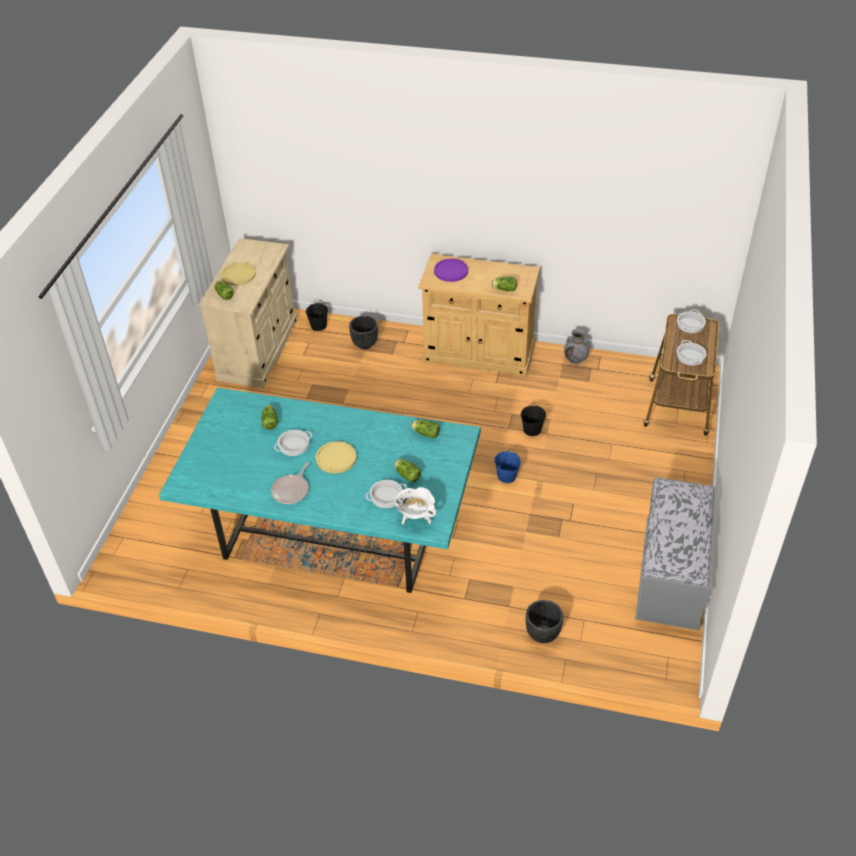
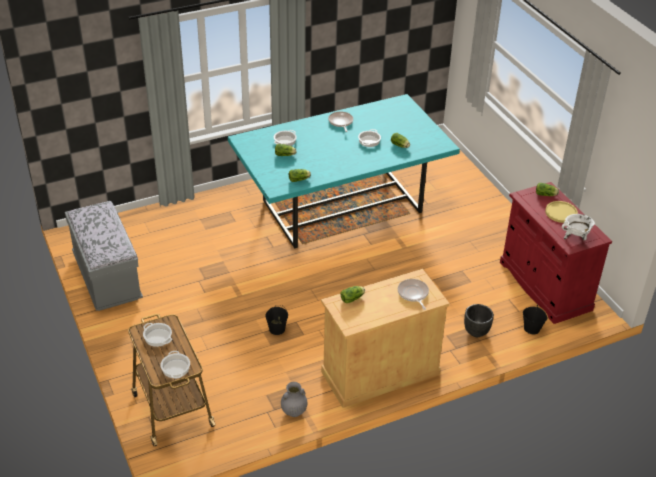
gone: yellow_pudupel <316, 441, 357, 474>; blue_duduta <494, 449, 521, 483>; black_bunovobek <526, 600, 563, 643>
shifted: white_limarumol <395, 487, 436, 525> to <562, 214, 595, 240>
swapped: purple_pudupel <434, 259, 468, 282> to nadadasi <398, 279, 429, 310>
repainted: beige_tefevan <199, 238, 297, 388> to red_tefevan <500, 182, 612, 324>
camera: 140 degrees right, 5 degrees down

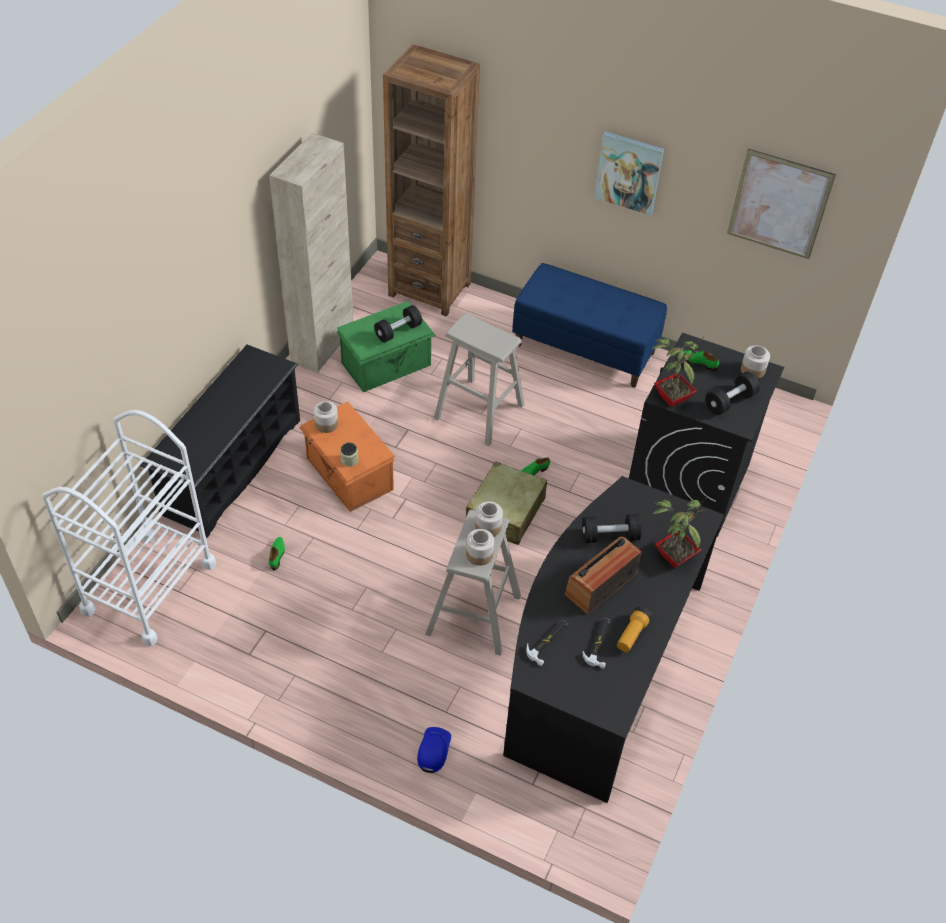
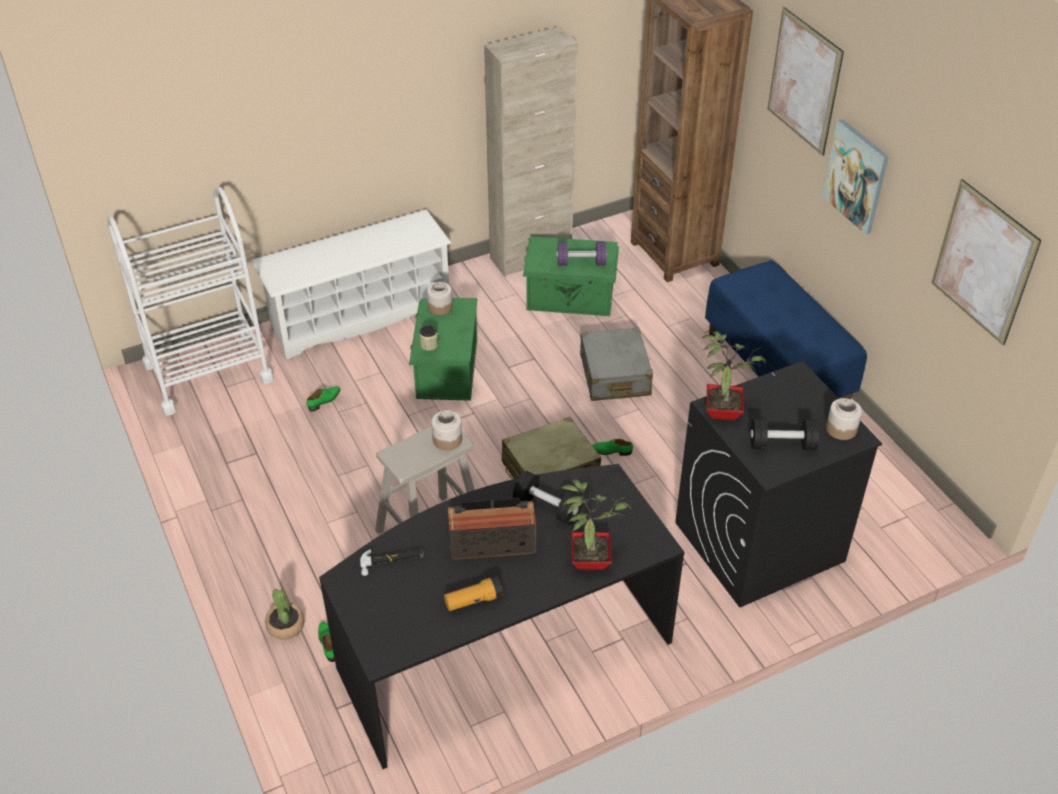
gone: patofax <466, 529, 494, 566>; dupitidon <582, 618, 610, 669>
new: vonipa <768, 7, 844, 156>
shifted: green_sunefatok <683, 350, 719, 371> to <318, 622, 335, 662>
swapped: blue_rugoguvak <417, 727, 451, 773> to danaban <265, 589, 304, 640>; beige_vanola <434, 313, 525, 446> to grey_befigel <580, 327, 653, 401>
repainted: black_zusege <140, 345, 300, 538> to white_zusege <251, 209, 451, 359>; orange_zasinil <299, 401, 395, 512> to green_zasinil <409, 298, 477, 401>; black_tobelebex <374, 305, 422, 343> to purple_tobelebex <557, 242, 607, 266>
camera: 40 degrees right, 5 degrees down

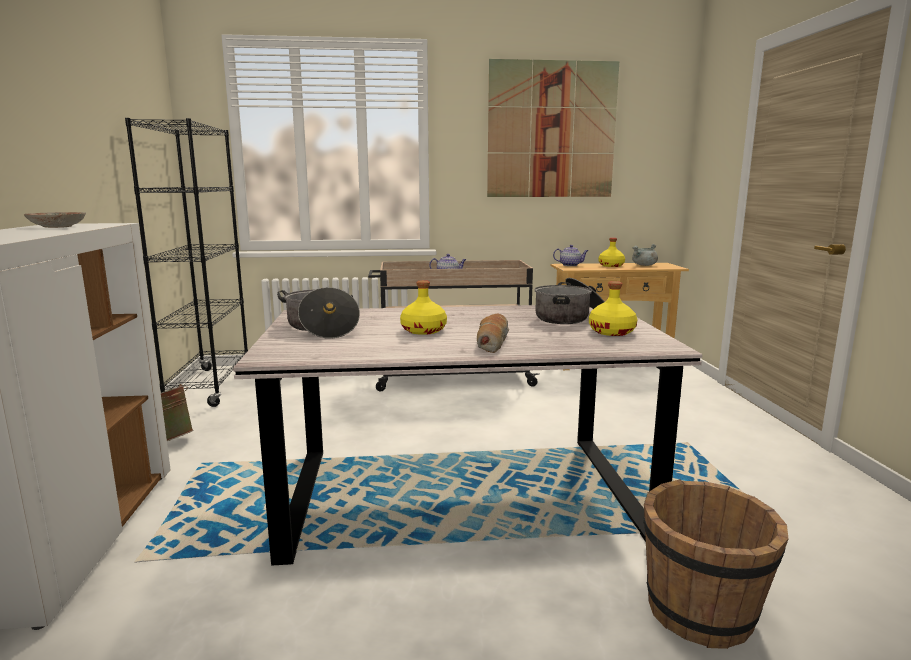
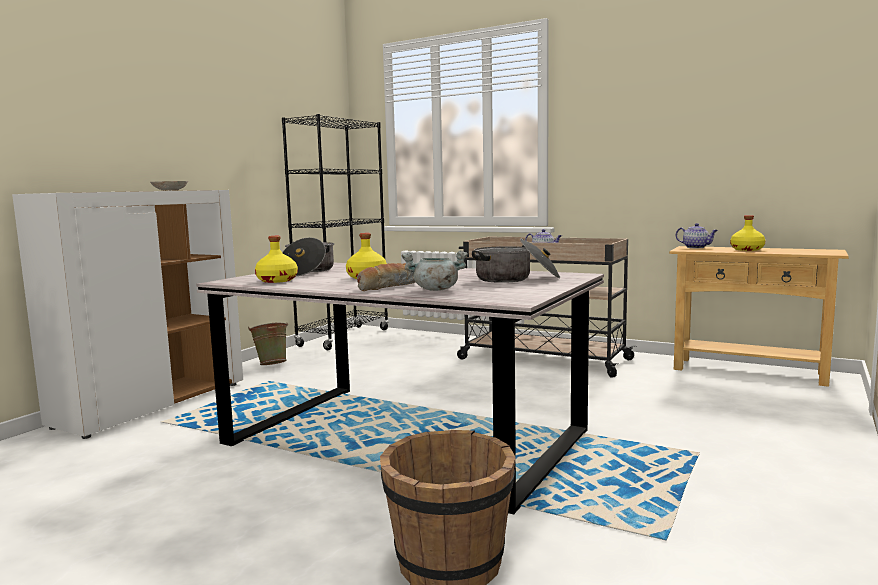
gone: vonipa <487, 59, 619, 197>
shifted: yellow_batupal <589, 281, 637, 336> to <255, 236, 298, 283>; grey_limarumol <632, 244, 658, 266> to <402, 251, 468, 291>
camera: 35 degrees right, 5 degrees down

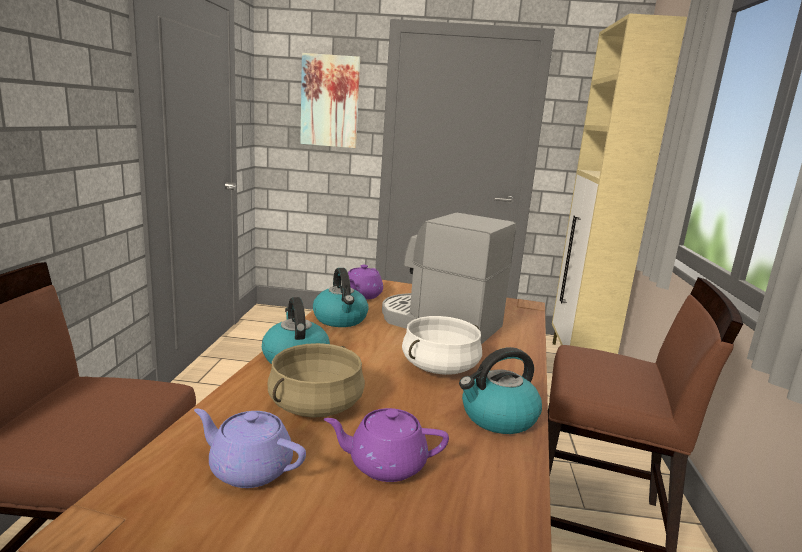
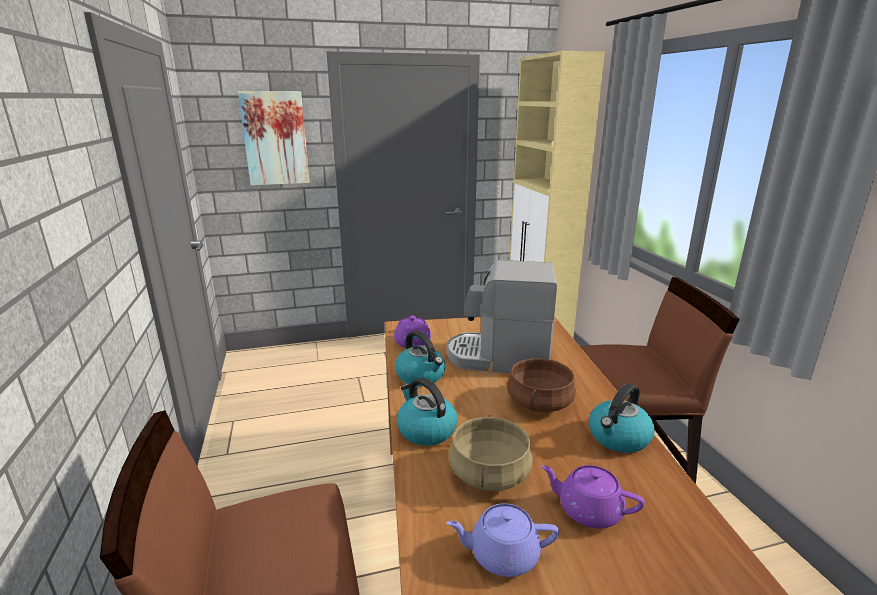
repainted: white_limarumol <402, 316, 482, 375> to brown_limarumol <507, 358, 576, 412>
rotated: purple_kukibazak <324, 408, 449, 482> = <541, 465, 644, 528> 45 degrees clockwise
camera: 20 degrees left, 5 degrees up

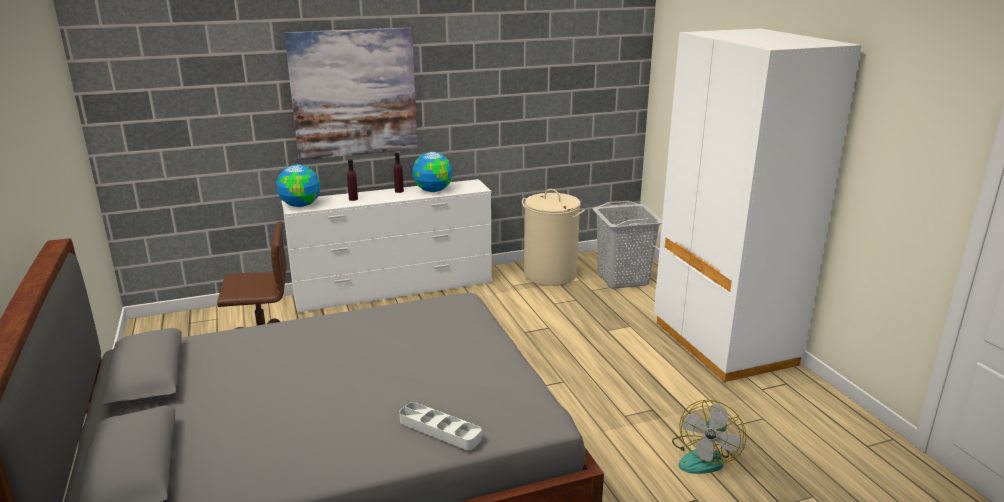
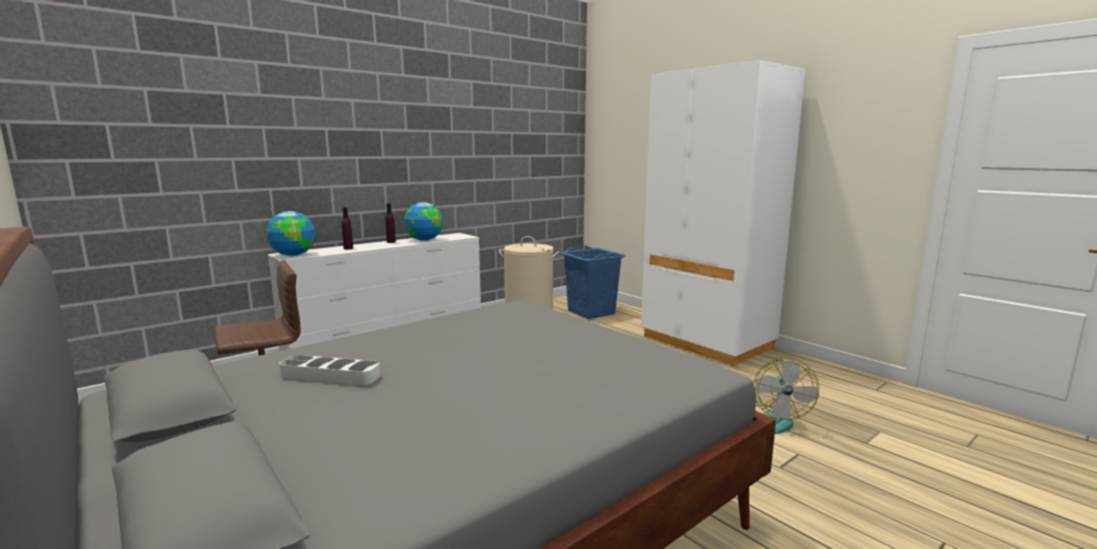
gone: vonipa <284, 27, 418, 160>
shifted: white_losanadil <399, 402, 482, 450> to <279, 355, 380, 385>
repainted: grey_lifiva <592, 201, 662, 289> to blue_lifiva <560, 246, 625, 319>
camera: 20 degrees left, 10 degrees down

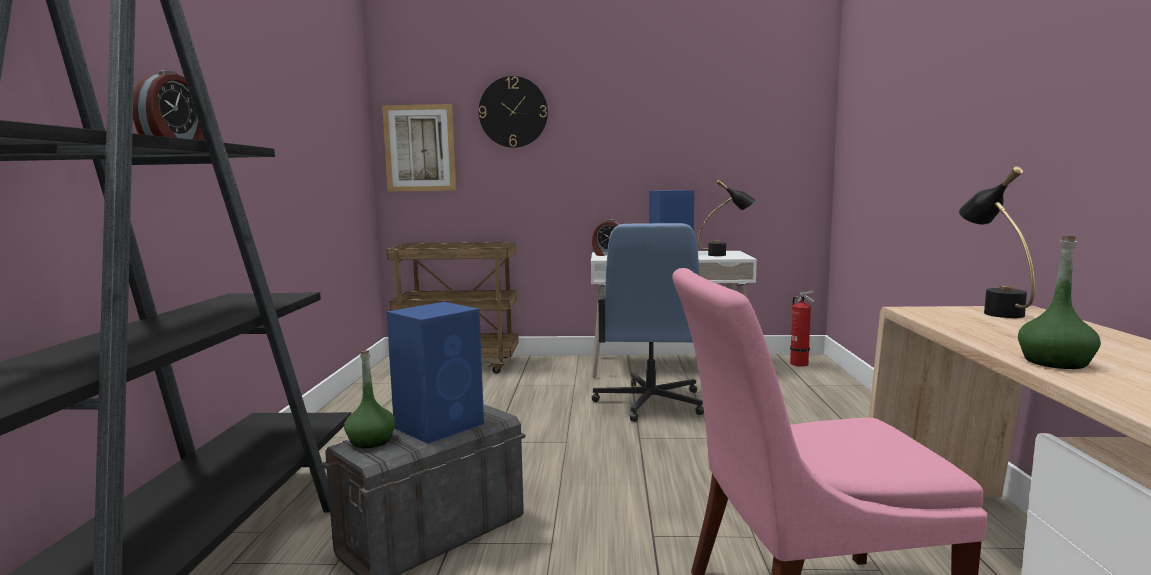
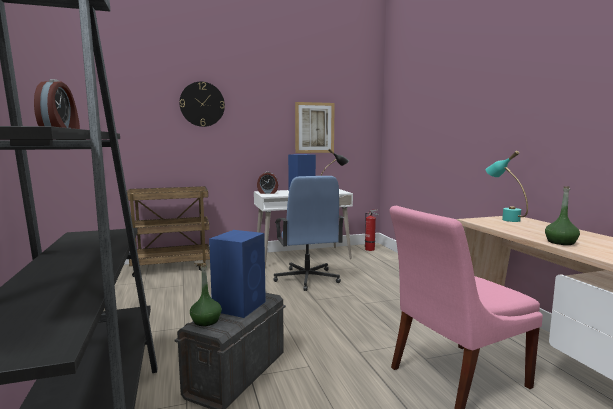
shifted: vonipa <382, 104, 456, 192> to <295, 102, 335, 153>
repainted: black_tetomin <959, 166, 1035, 318> to turquoise_tetomin <486, 151, 528, 222>
camera: 20 degrees left, 0 degrees up

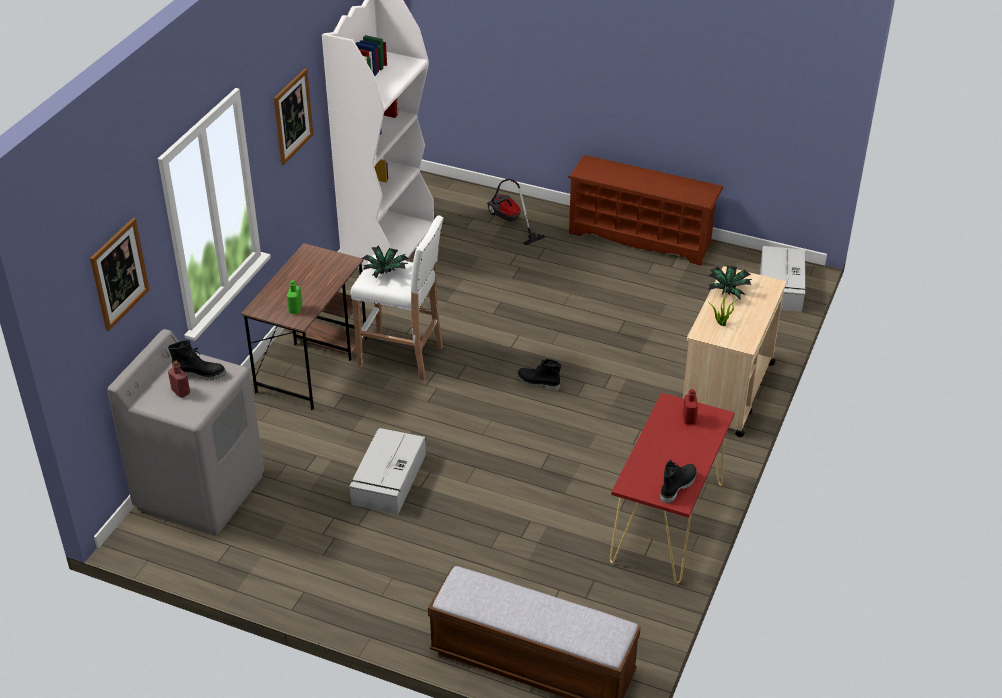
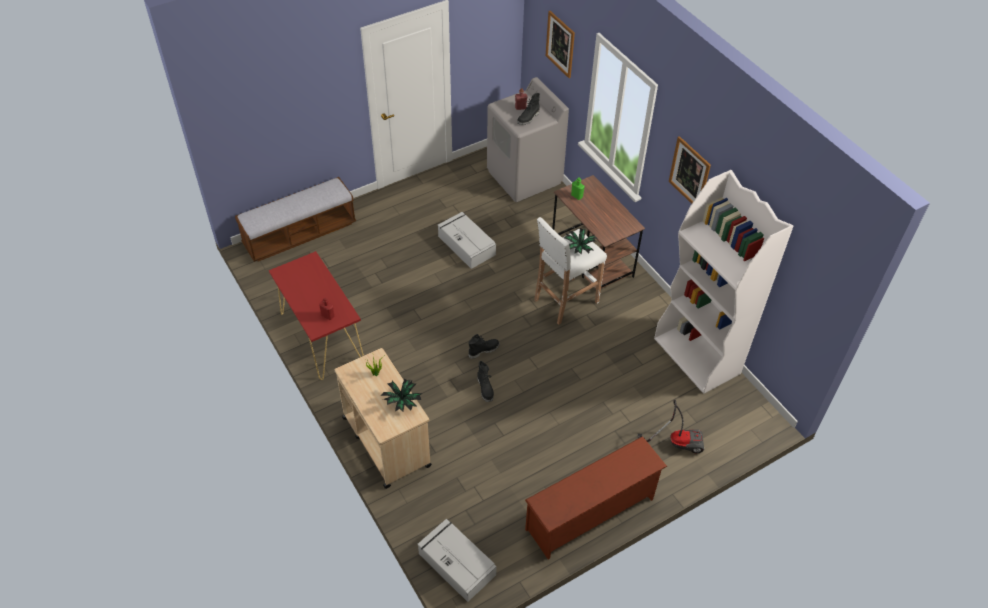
shifted: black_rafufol <660, 459, 697, 504> to <477, 361, 494, 402>
camera: 125 degrees right, 10 degrees up

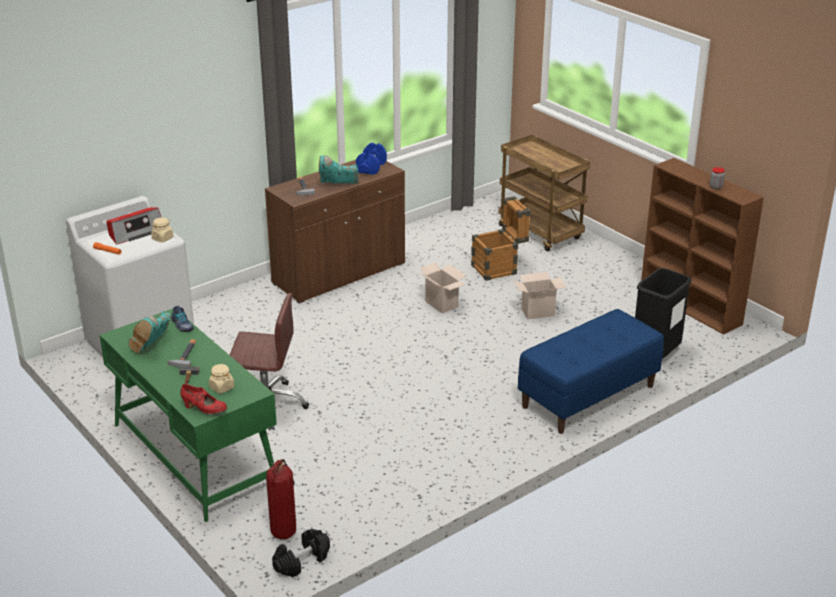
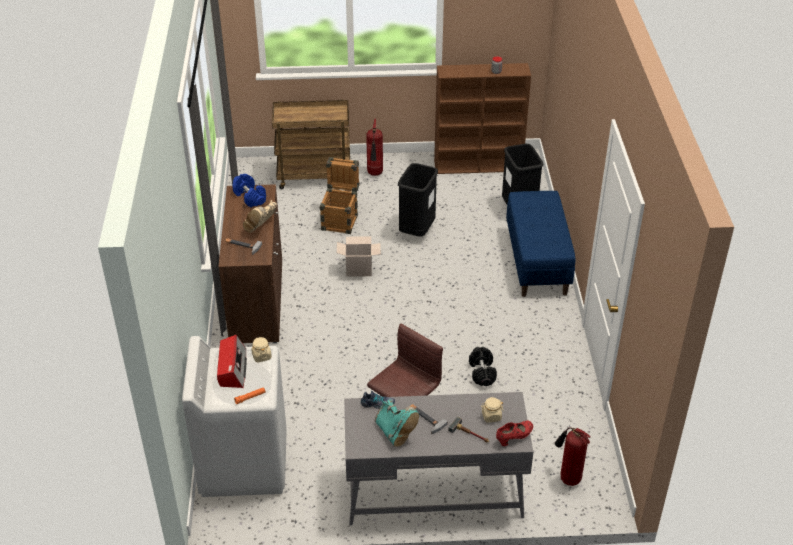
new: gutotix <366, 119, 383, 176>
shifted: black_tobelebex <272, 529, 330, 577> to <469, 347, 497, 386>
swapped: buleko <513, 272, 567, 319> to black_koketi <398, 163, 438, 237>
repainted: turquoise_rafufol <319, 156, 359, 183> to beige_rafufol <243, 200, 277, 233>; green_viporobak <100, 309, 277, 522> to grey_viporobak <344, 392, 533, 526>
camera: 55 degrees left, 10 degrees up

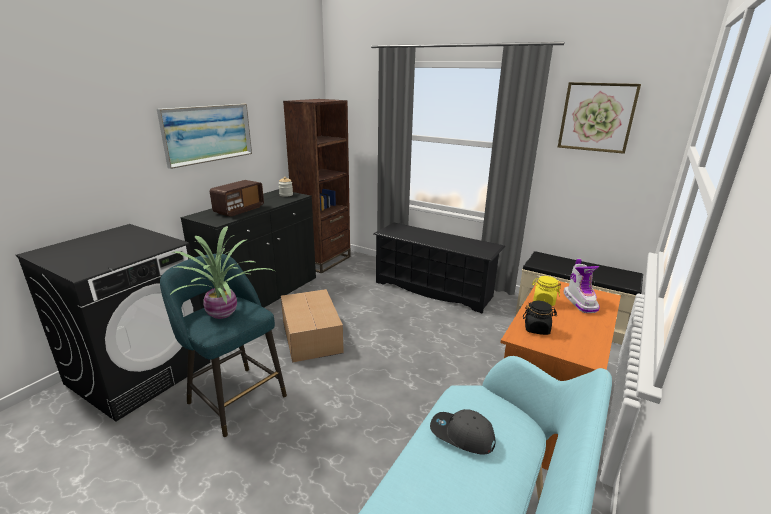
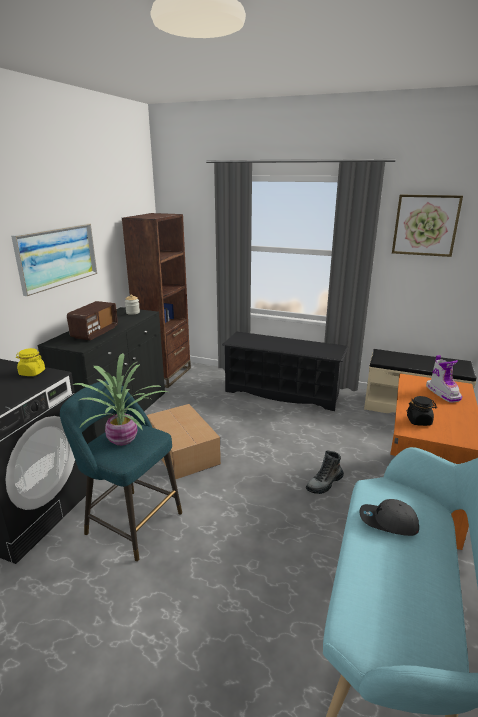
new: rafufol <306, 450, 344, 494>
shifted: yellow_patofax <532, 276, 561, 306> to <16, 348, 45, 376>
camera: 10 degrees left, 0 degrees up

